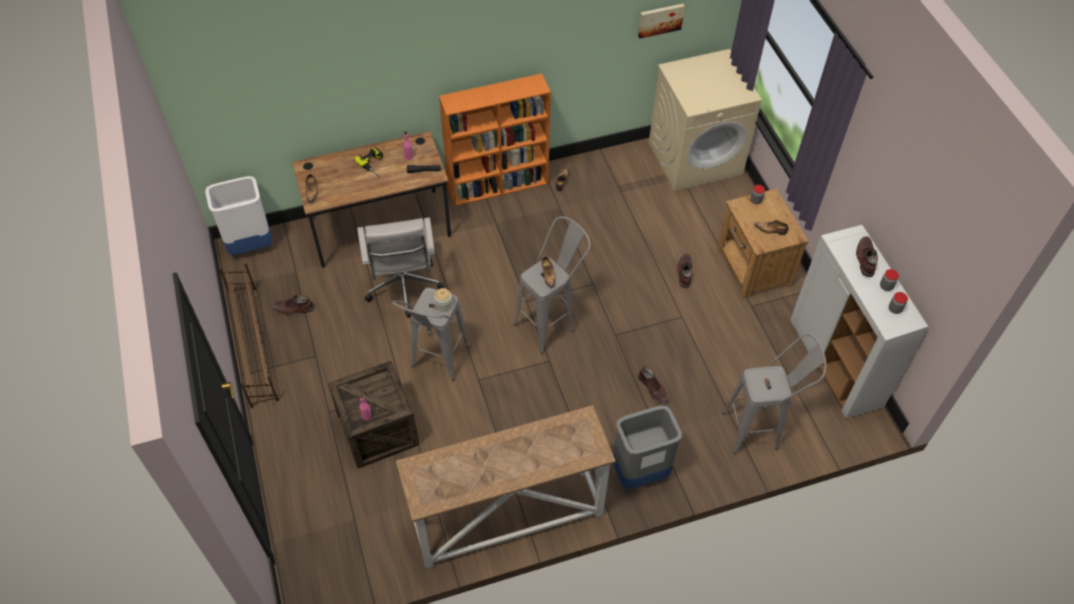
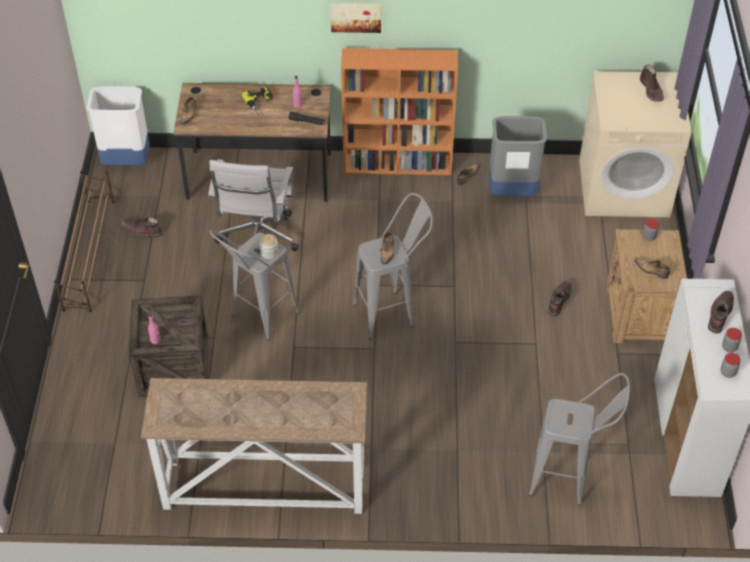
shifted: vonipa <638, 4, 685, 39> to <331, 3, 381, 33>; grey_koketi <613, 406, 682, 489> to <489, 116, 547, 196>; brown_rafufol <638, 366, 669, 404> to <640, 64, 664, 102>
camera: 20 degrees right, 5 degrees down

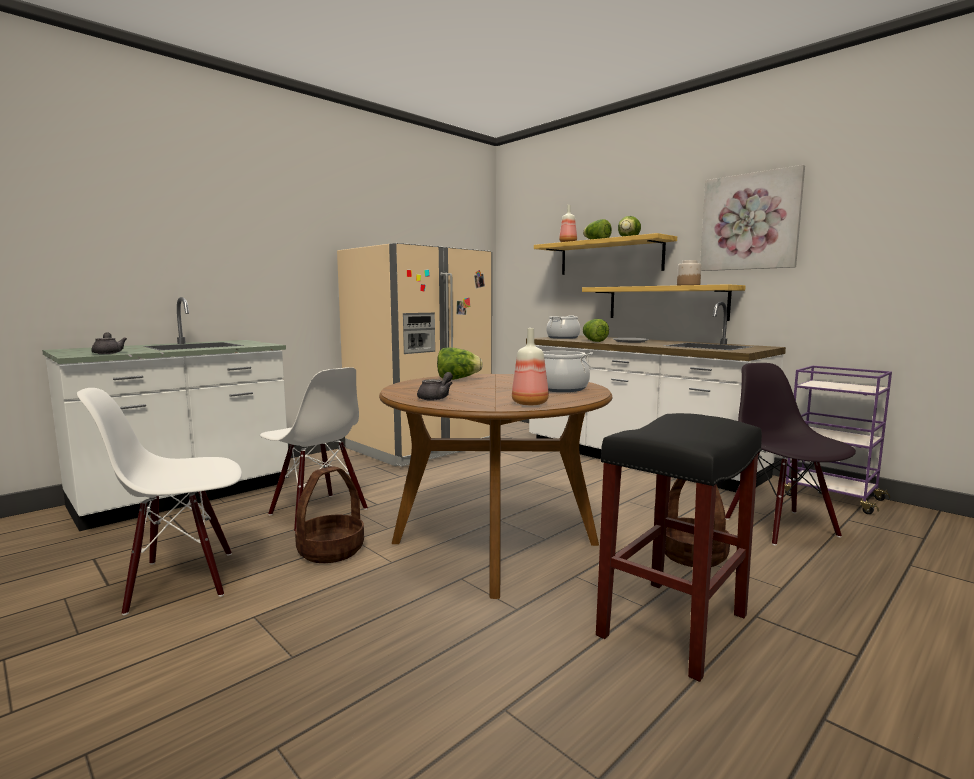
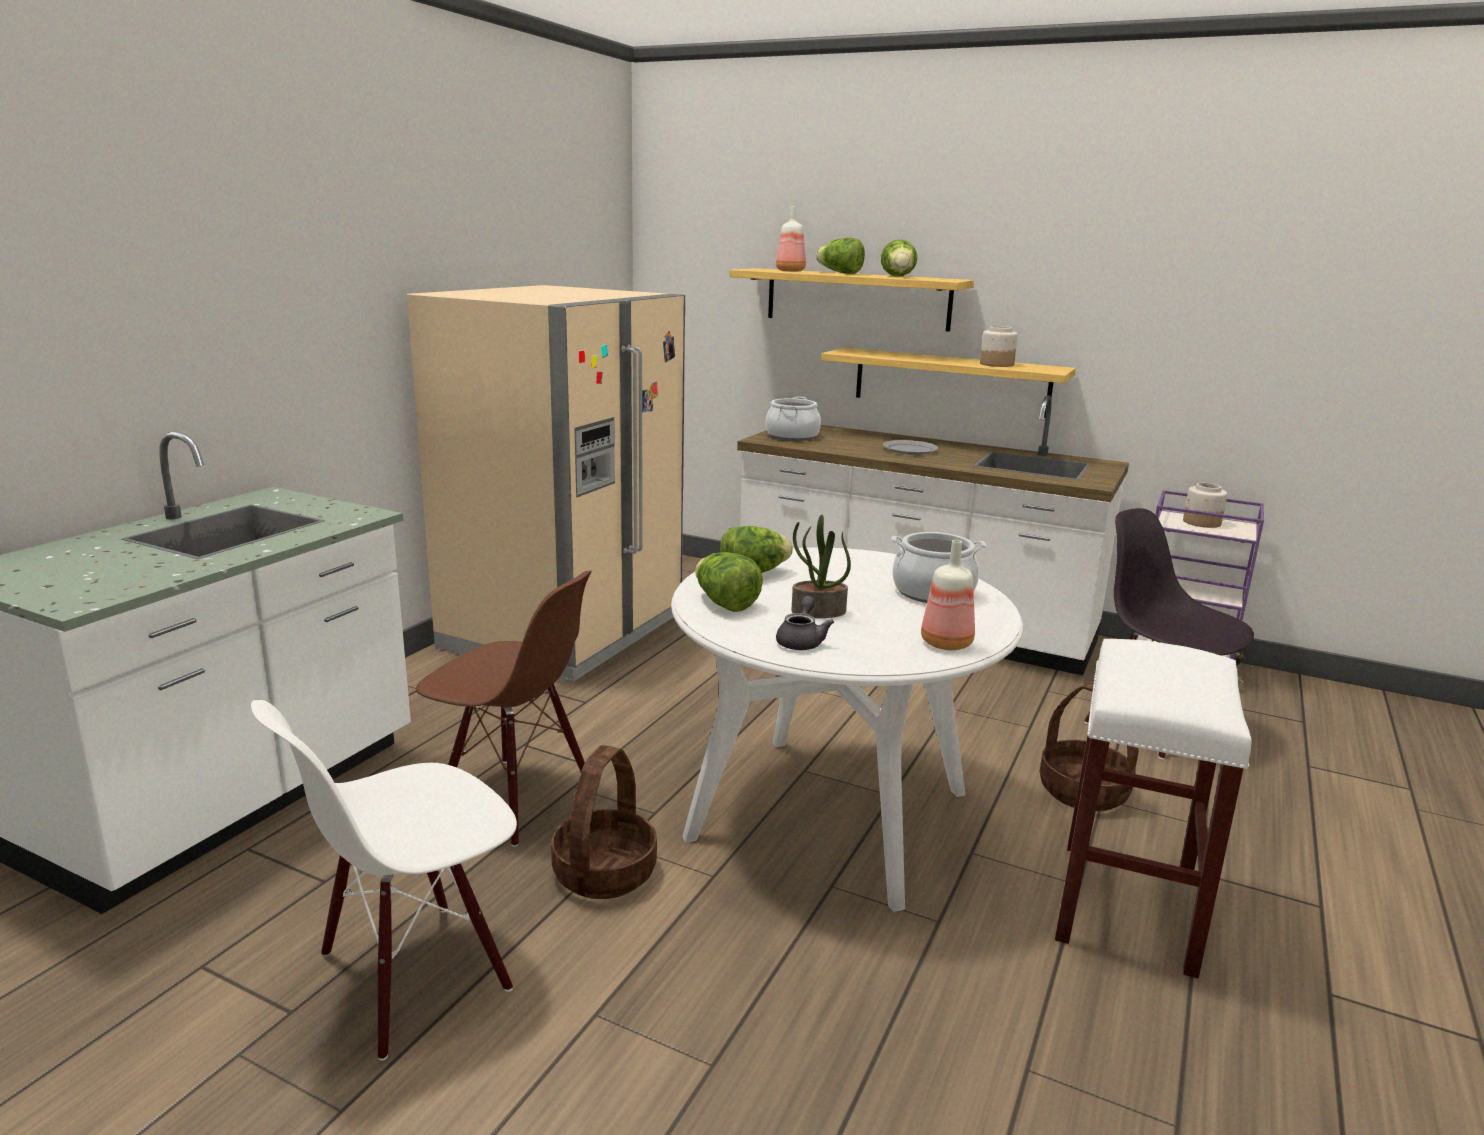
gone: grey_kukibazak <91, 332, 127, 354>; vonipa <700, 165, 805, 271>
new: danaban <791, 515, 851, 618>; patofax <1183, 483, 1227, 528>
shifted: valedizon <583, 319, 609, 342> to <695, 552, 763, 612>
repainted: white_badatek <260, 367, 368, 532> to brown_badatek <416, 571, 592, 847>; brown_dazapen <379, 374, 612, 599> to white_dazapen <671, 548, 1023, 911>; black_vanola <596, 413, 762, 682> to white_vanola <1055, 639, 1252, 978>
camera: 20 degrees left, 10 degrees up

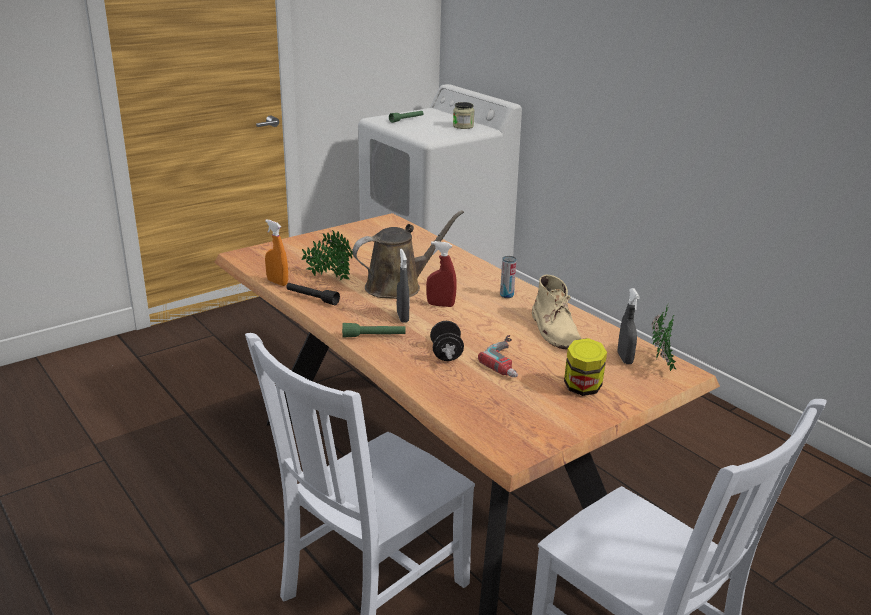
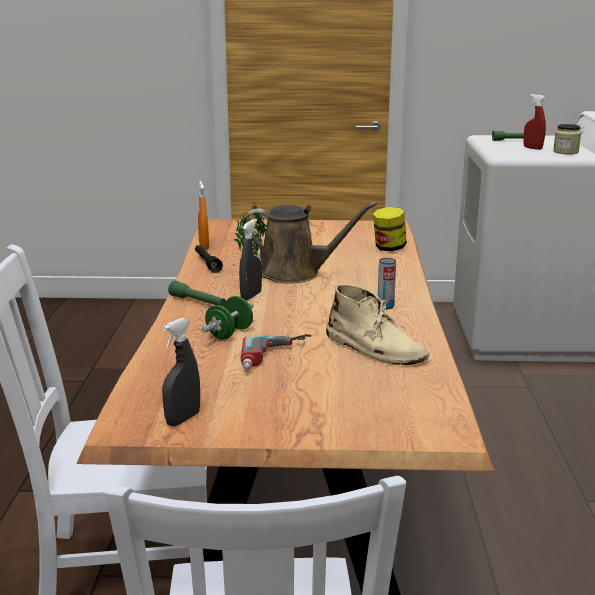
gone: danaban <651, 303, 676, 371>
shifted: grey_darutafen <618, 288, 640, 364> to <162, 318, 200, 426>; patofax <564, 338, 607, 396> to <373, 207, 407, 251>; red_darutafen <426, 241, 457, 307> to <523, 94, 546, 150>
repainted: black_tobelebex <430, 321, 464, 361> to green_tobelebex <202, 296, 254, 340>
rotated: beige_rafufol <532, 274, 582, 349> = <326, 284, 429, 365> 75 degrees counterclockwise
camera: 40 degrees right, 5 degrees down

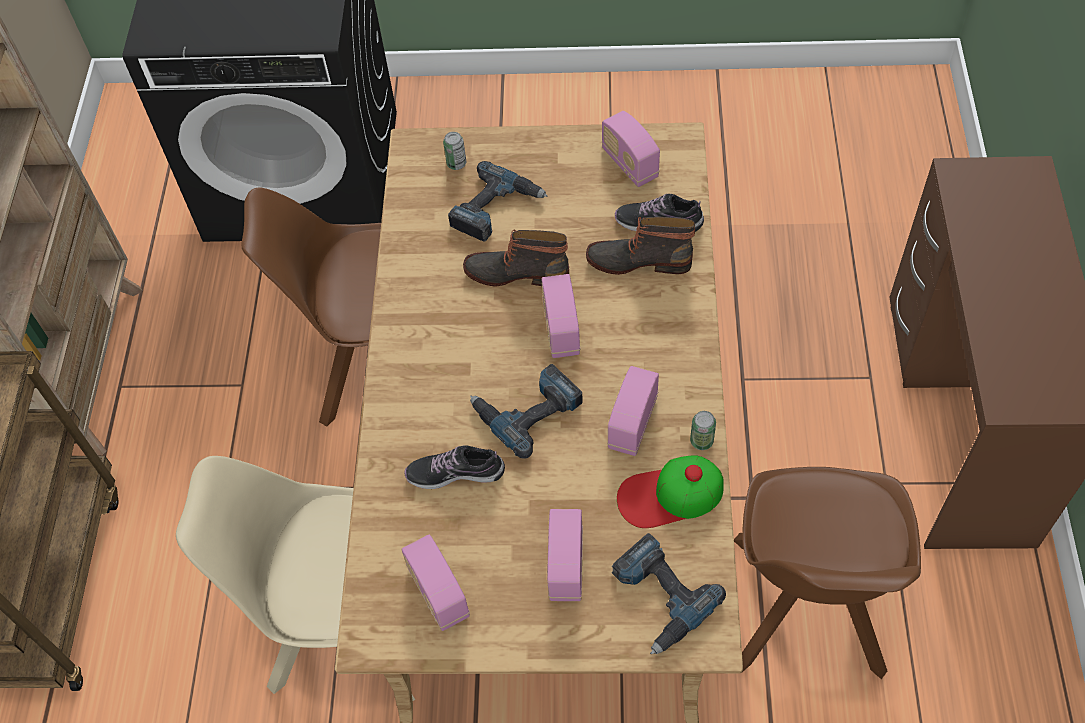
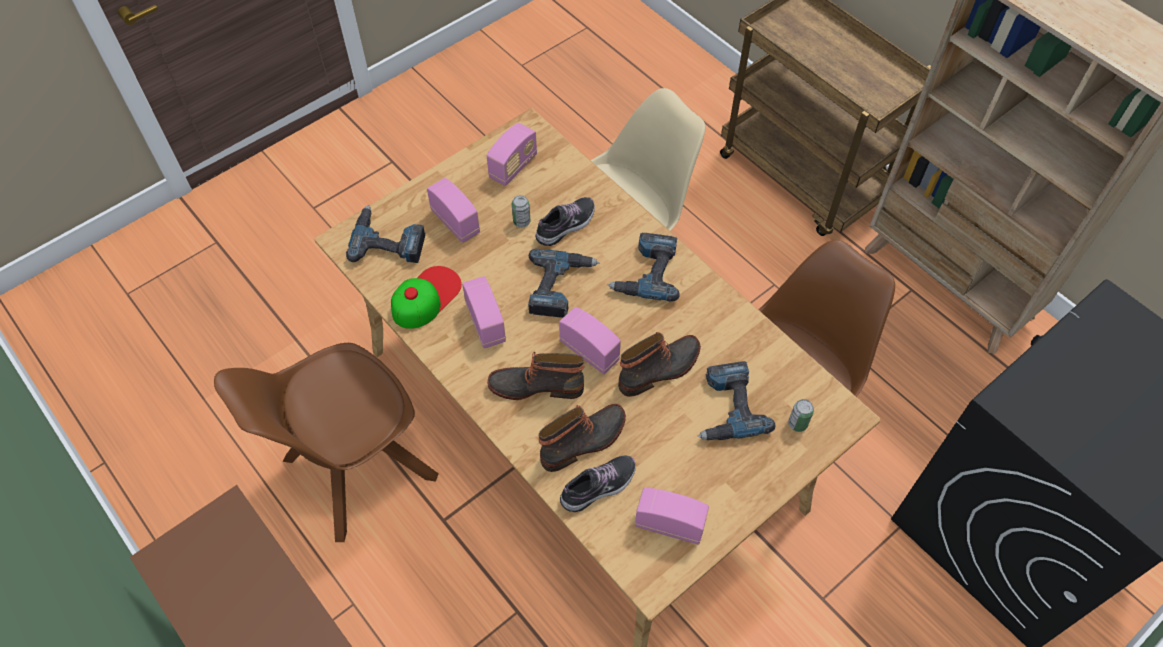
new: rafufol <487, 352, 584, 400>; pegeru <607, 233, 680, 302>
shifted: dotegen <690, 411, 716, 450> to <512, 195, 530, 228>
rotated: brown_badatek <734, 467, 921, 679> = <214, 343, 439, 542> 90 degrees counterclockwise; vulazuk <401, 534, 470, 631> = <487, 123, 537, 186> 105 degrees clockwise
camera: 135 degrees right, 0 degrees up

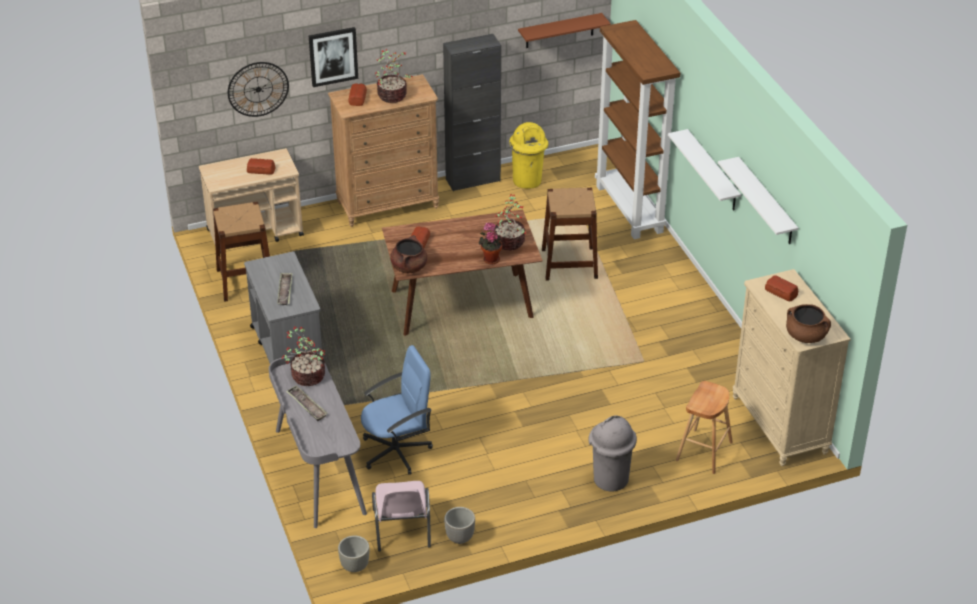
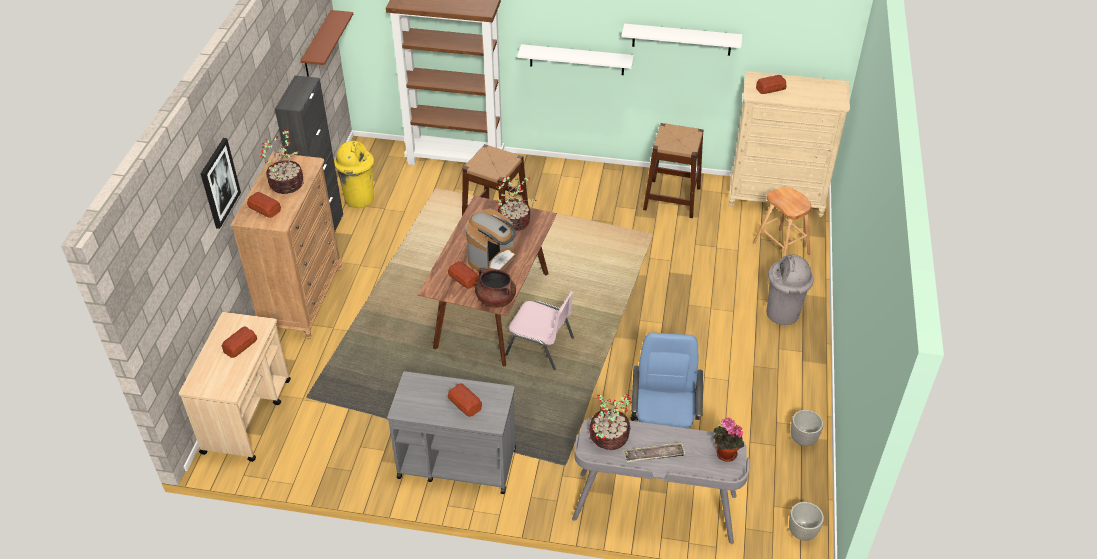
gone: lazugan <228, 62, 289, 117>; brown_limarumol <786, 304, 831, 343>
new: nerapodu <466, 209, 516, 271>
shifted: pink_badatek <372, 481, 431, 551> to <505, 291, 574, 370>; brown_vanola <213, 202, 270, 302> to <643, 123, 704, 218>; danaban <479, 222, 502, 265> to <713, 417, 744, 462>
swapped: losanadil <277, 273, 292, 305> to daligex <448, 383, 482, 417>
camera: 60 degrees left, 5 degrees up

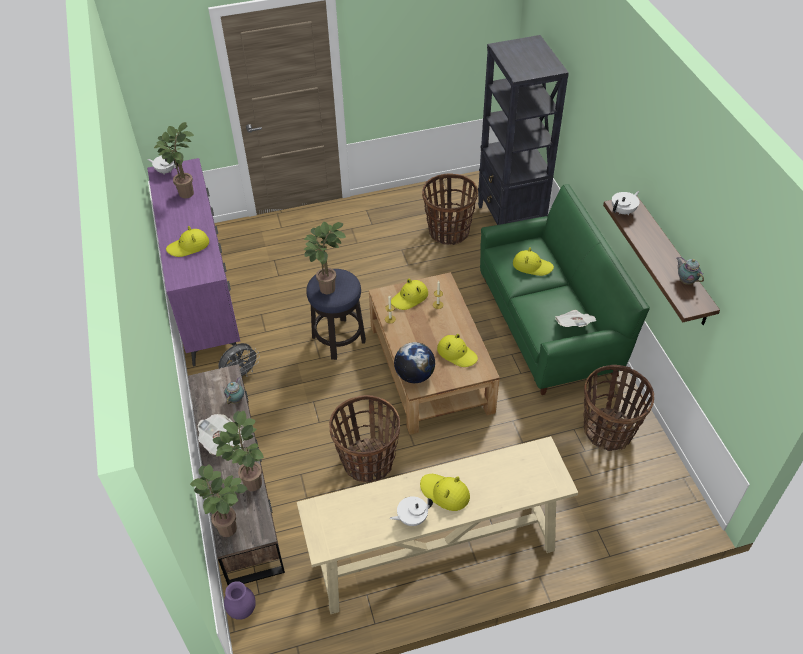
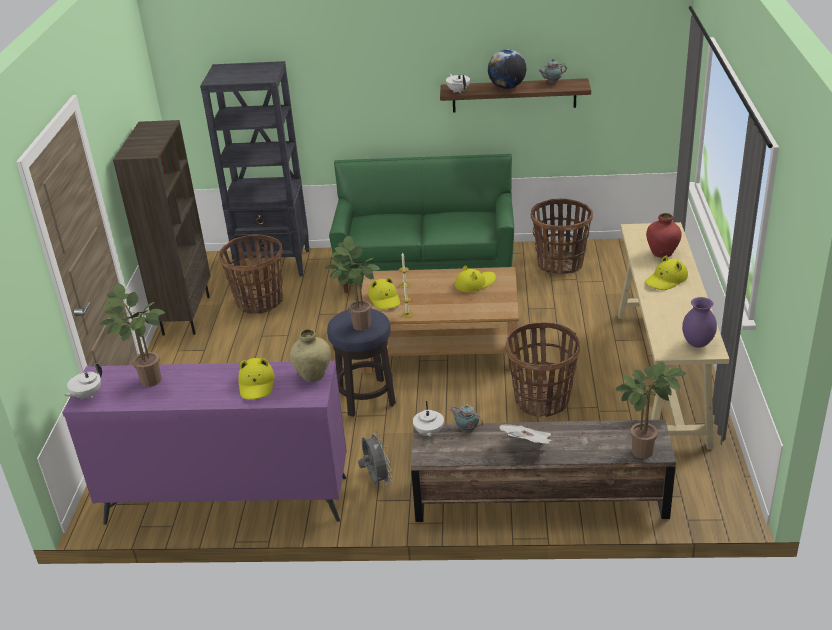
gone: danaban <213, 411, 264, 491>; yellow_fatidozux <513, 247, 554, 276>; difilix <555, 310, 596, 327>
new: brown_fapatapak <113, 120, 211, 335>; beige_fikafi <290, 329, 331, 382>; red_fikafi <646, 213, 682, 258>
shifted: white_kukibazak <390, 496, 433, 526> to <413, 401, 444, 438>; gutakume <394, 342, 435, 383> to <488, 49, 526, 89>; purple_fikafi <224, 581, 256, 620> to <682, 297, 717, 348>
camera: 70 degrees left, 15 degrees down

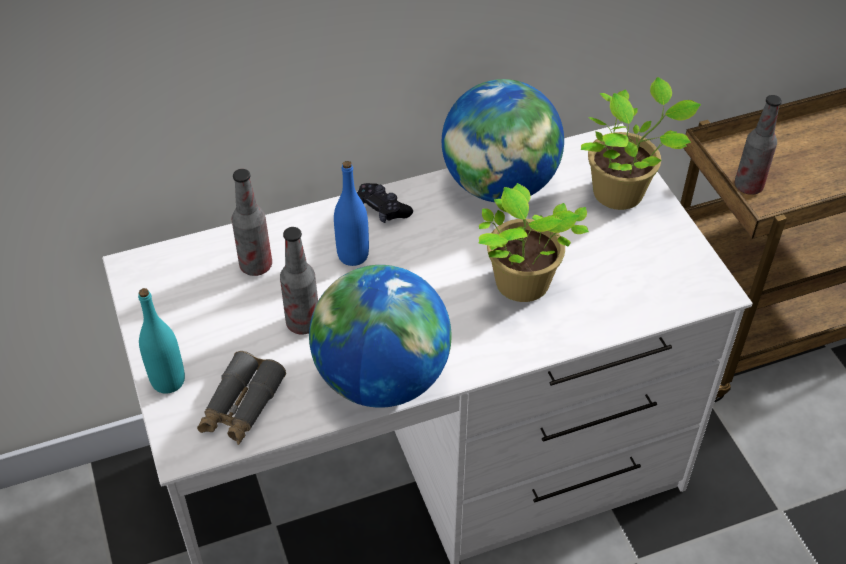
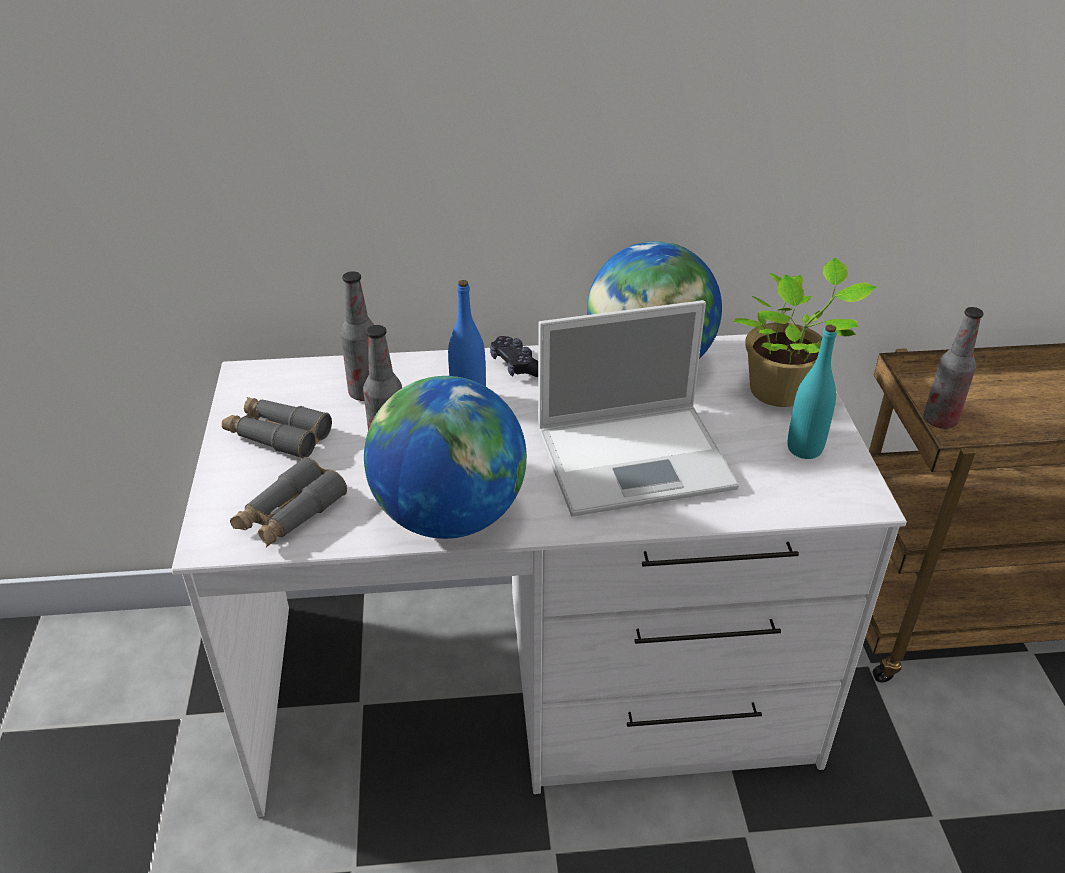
new: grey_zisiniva <222, 397, 332, 459>
shifted: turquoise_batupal <138, 288, 185, 394> to <788, 325, 837, 459>
swapped: danaban <479, 183, 589, 302> to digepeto <538, 300, 739, 517>
camera: 15 degrees right, 10 degrees down

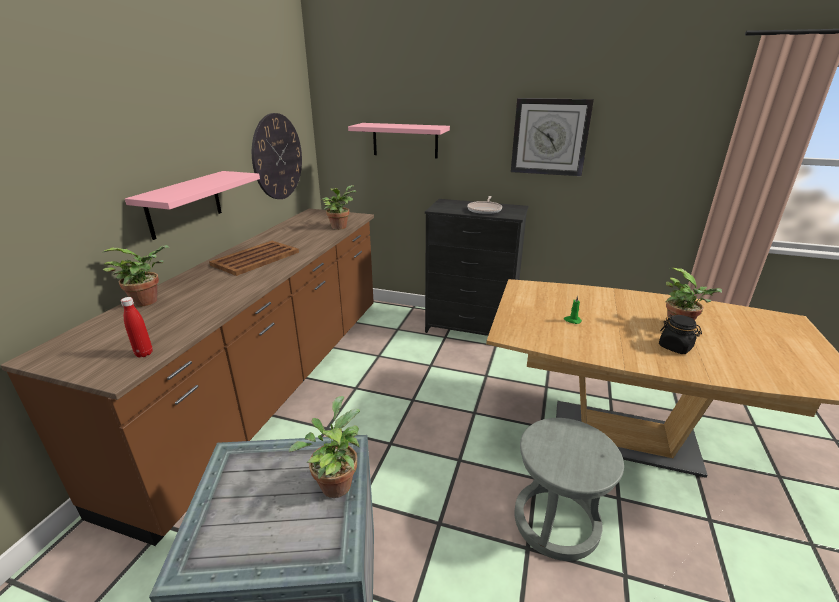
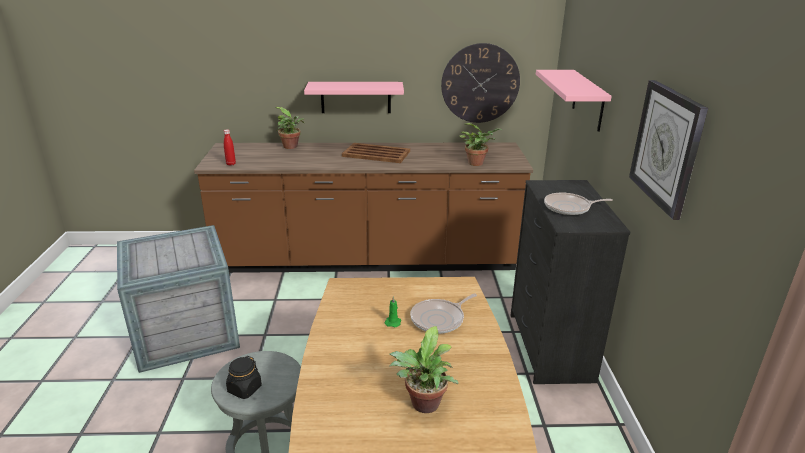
gone: danaban <289, 396, 360, 498>
new: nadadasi <410, 293, 477, 334>
shifted: black_patofax <659, 315, 702, 354> to <226, 356, 262, 399>
camera: 70 degrees right, 0 degrees up

